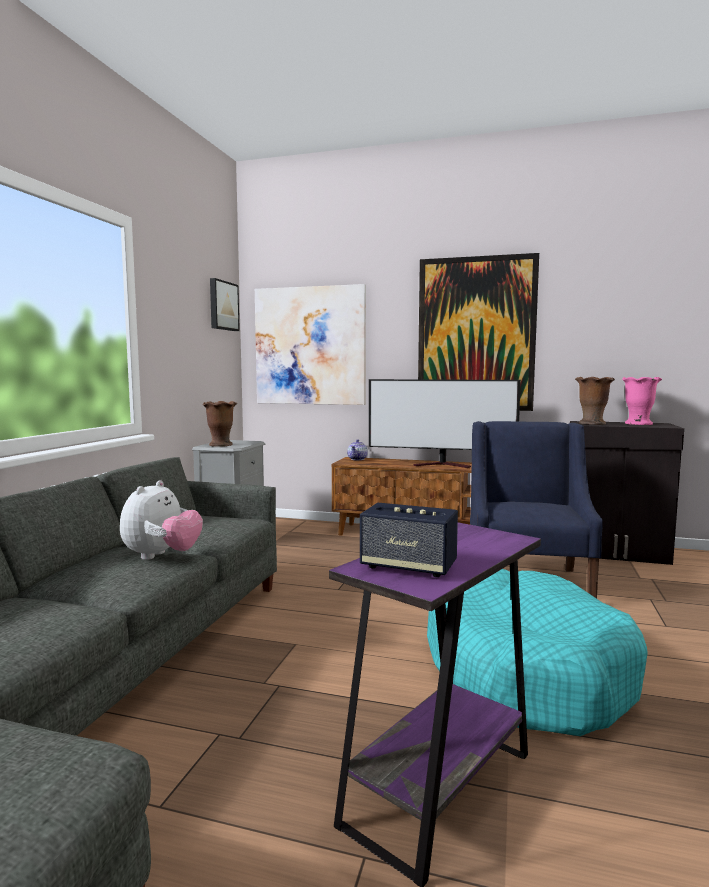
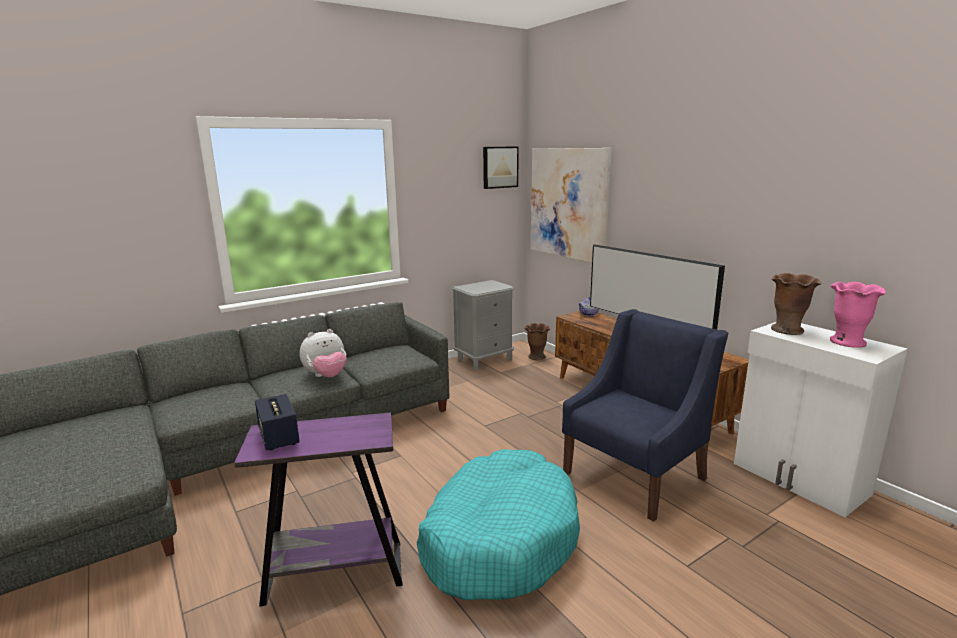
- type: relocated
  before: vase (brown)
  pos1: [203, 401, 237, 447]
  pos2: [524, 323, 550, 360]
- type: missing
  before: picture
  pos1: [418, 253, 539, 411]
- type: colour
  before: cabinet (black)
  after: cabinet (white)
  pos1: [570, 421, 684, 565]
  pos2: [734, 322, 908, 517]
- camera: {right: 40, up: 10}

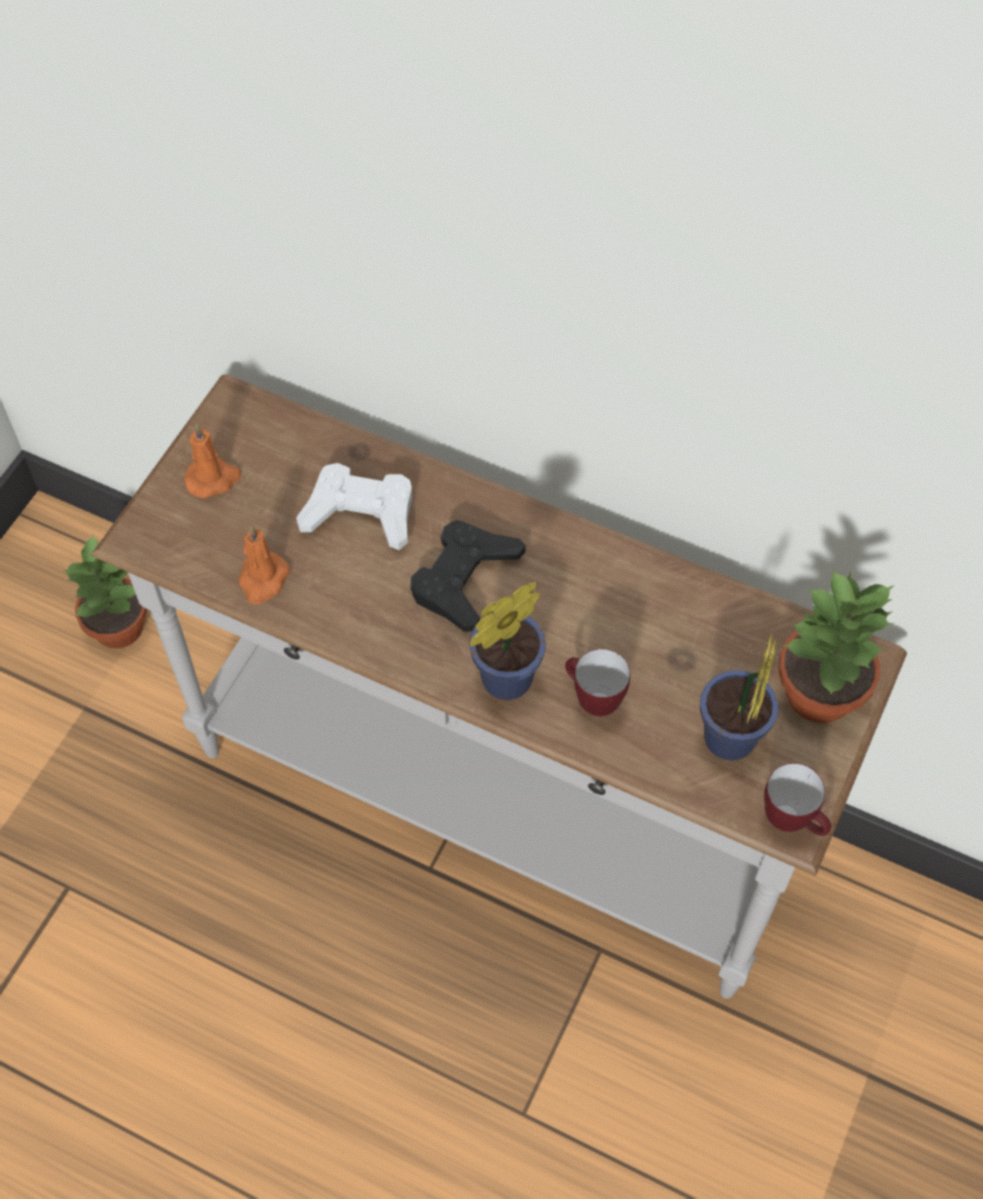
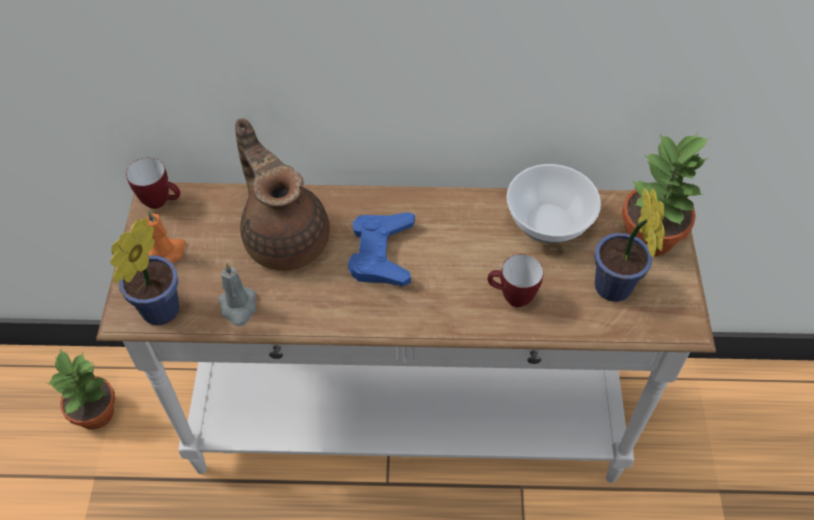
- type: colour
  before: candle (orange)
  after: candle (grey)
  pos1: [239, 525, 290, 604]
  pos2: [218, 263, 256, 326]
- type: exchanged
  before: game controller (white)
  after: teapot (brown)
  pos1: [296, 463, 412, 550]
  pos2: [235, 118, 330, 271]
- type: colour
  before: game controller (black)
  after: game controller (blue)
  pos1: [410, 520, 526, 632]
  pos2: [348, 212, 415, 286]
- type: relocated
  before: potted plant
  pos1: [469, 582, 546, 700]
  pos2: [110, 217, 180, 325]
- type: relocated
  before: mug
  pos1: [764, 763, 831, 836]
  pos2: [126, 157, 180, 209]
- type: appeared
  after: bowl
  pos2: [507, 164, 601, 244]
- camera: {right: -25, up: -5}

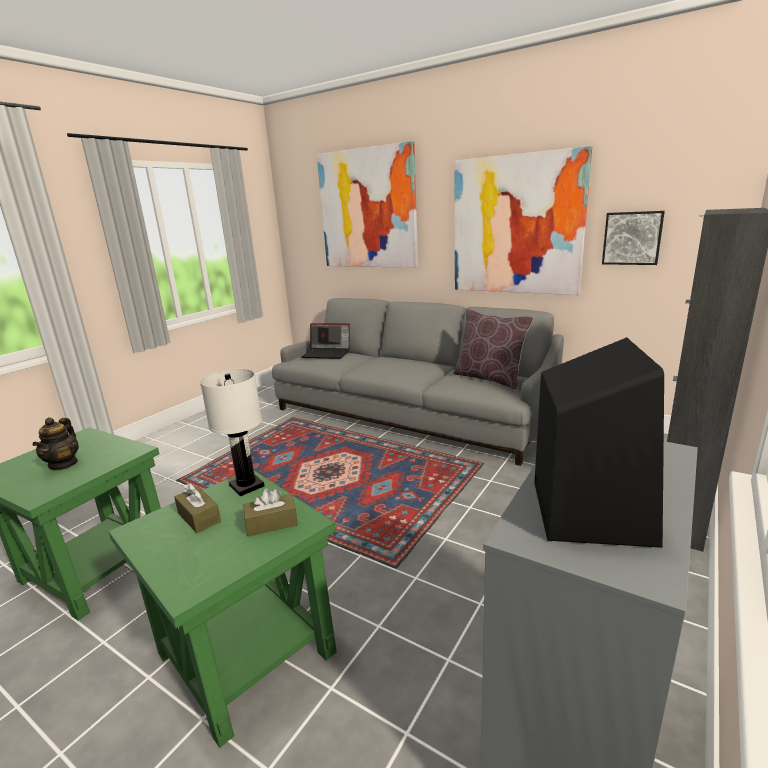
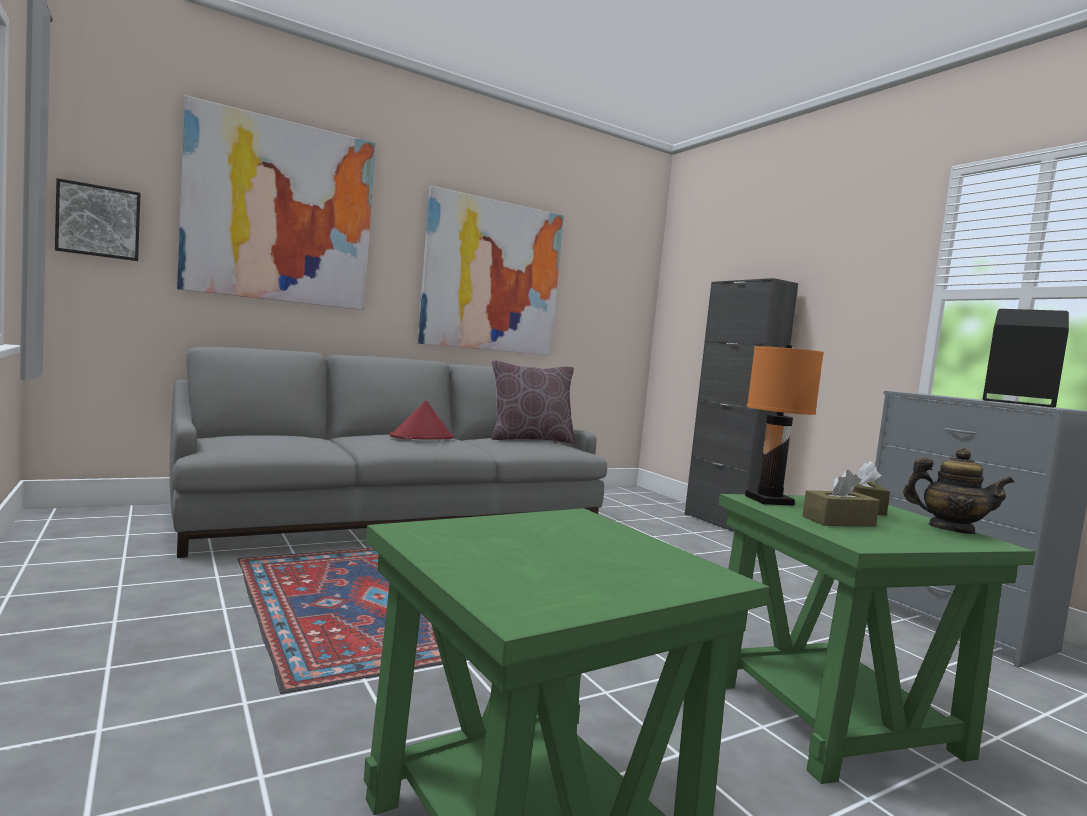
- type: relocated
  before: teapot
  pos1: [32, 417, 79, 470]
  pos2: [903, 448, 1015, 534]
- type: colour
  before: table lamp (white)
  after: table lamp (orange)
  pos1: [200, 369, 264, 496]
  pos2: [745, 345, 824, 506]
- type: missing
  before: laptop
  pos1: [301, 323, 349, 359]
- type: relocated
  before: picture
  pos1: [602, 211, 665, 265]
  pos2: [55, 178, 140, 261]
- type: appeared
  after: hat (red)
  pos2: [390, 400, 453, 440]
- camera: {right: -65, up: -15}

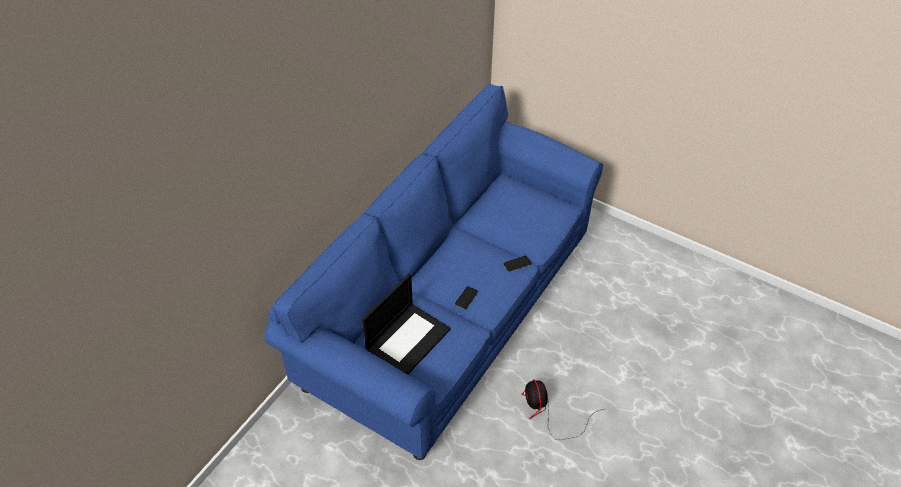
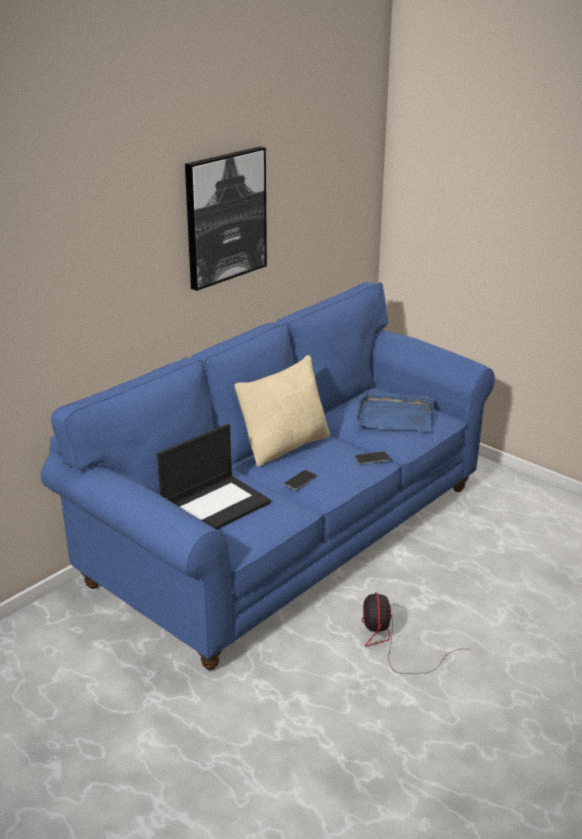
- type: appeared
  after: picture
  pos2: [185, 146, 267, 291]
- type: appeared
  after: pillow (beige)
  pos2: [234, 355, 330, 467]
- type: appeared
  after: tray (blue)
  pos2: [356, 391, 434, 431]
- camera: {right: 10, up: -20}

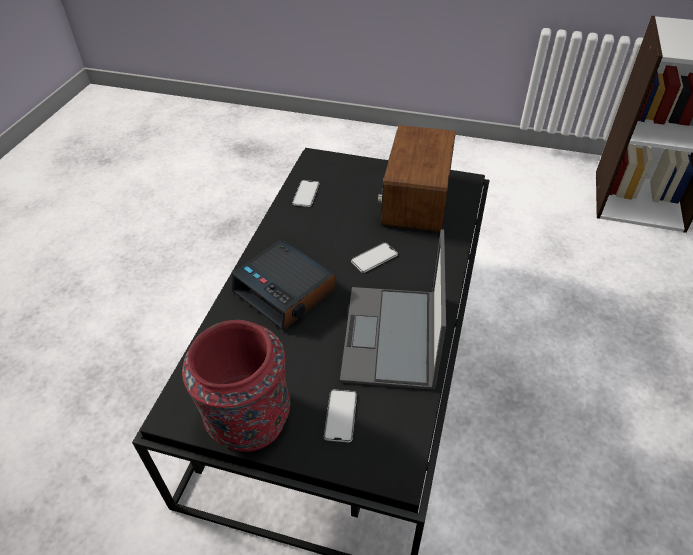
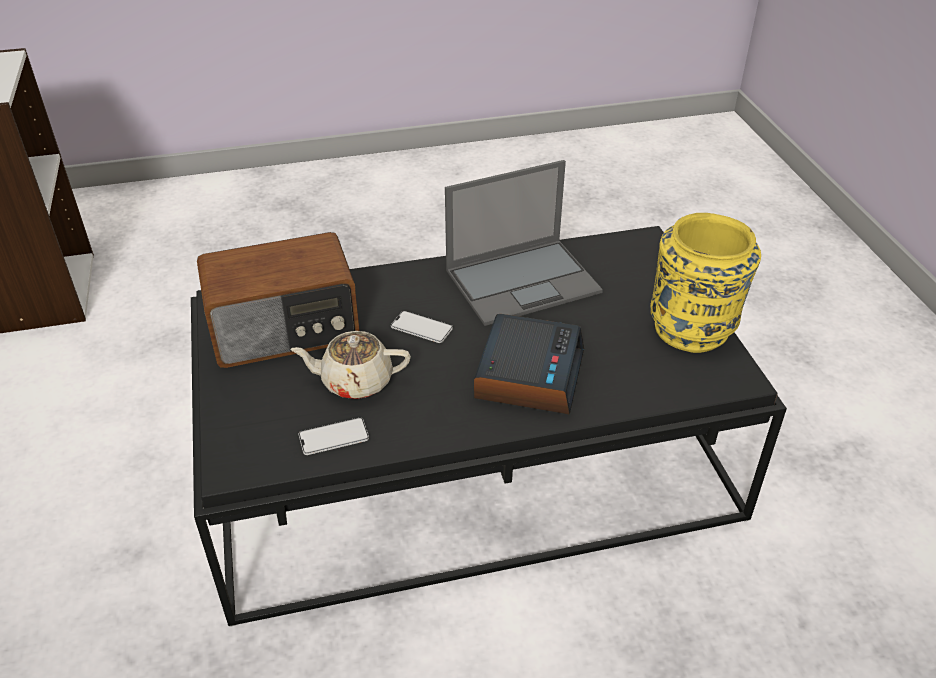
- type: colour
  before: vase (red)
  after: vase (yellow)
  pos1: [182, 320, 290, 452]
  pos2: [650, 213, 761, 353]
- type: missing
  before: phone
  pos1: [324, 390, 357, 442]
- type: appeared
  after: teapot (beige)
  pos2: [290, 331, 411, 399]
- camera: {right: -120, up: -5}

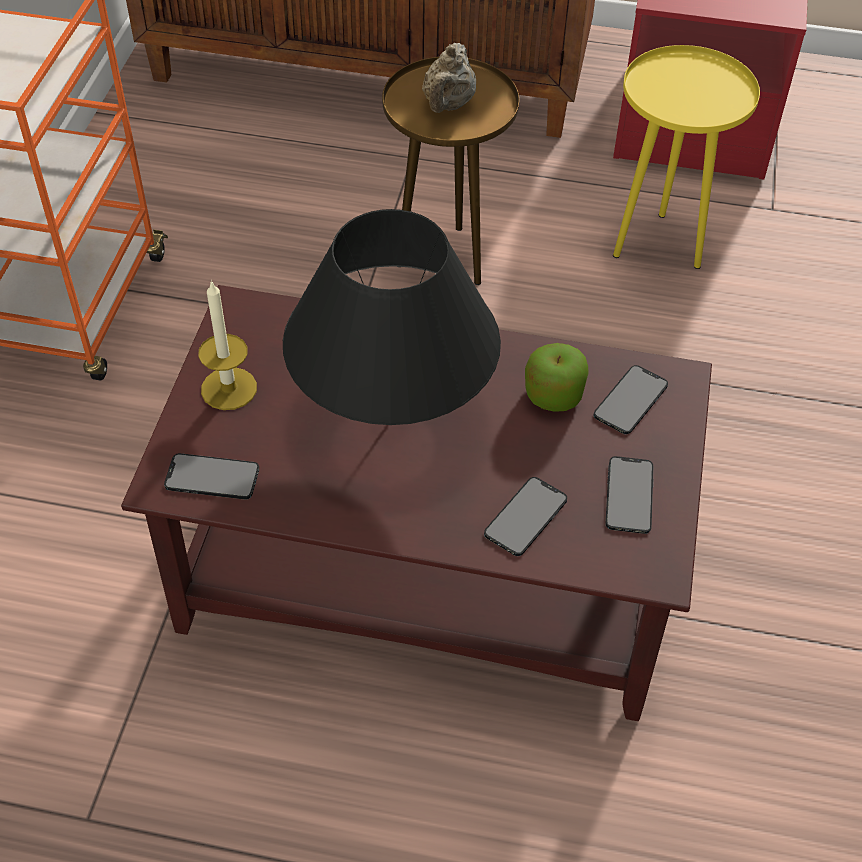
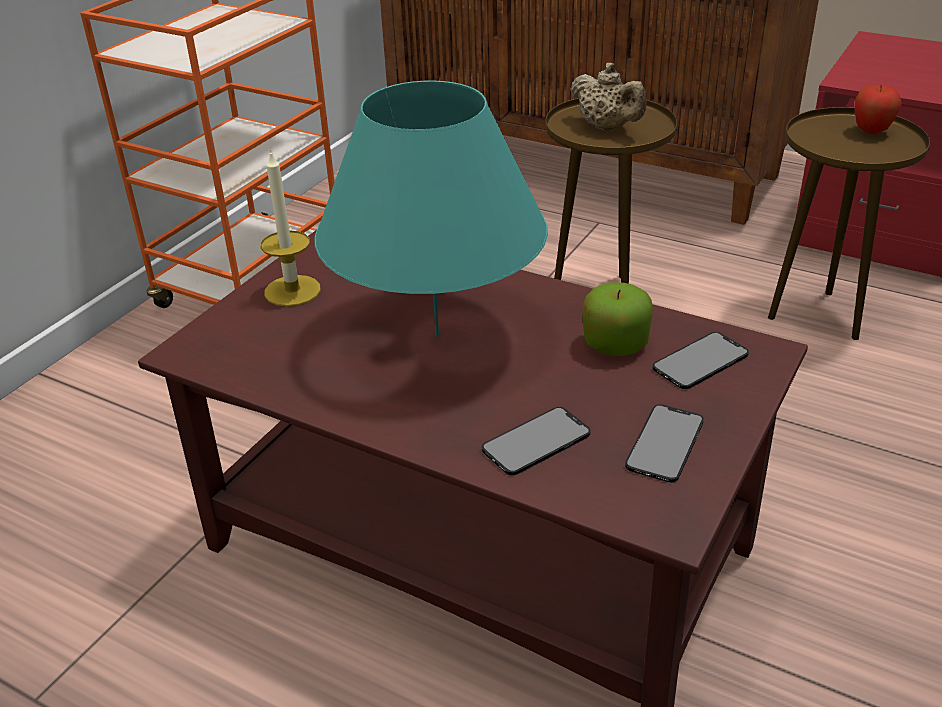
- type: missing
  before: phone
  pos1: [164, 453, 259, 499]
- type: colour
  before: table lamp (black)
  after: table lamp (turquoise)
  pos1: [283, 209, 501, 425]
  pos2: [315, 81, 548, 337]
- type: spun
  before: teapot (beige)
  pos1: [422, 43, 476, 113]
  pos2: [570, 63, 646, 130]
  turn: -75
- type: colour
  before: side table (yellow)
  after: side table (brown)
  pos1: [613, 45, 760, 269]
  pos2: [768, 107, 930, 340]
- type: appeared
  after: apple
  pos2: [855, 84, 902, 134]
- camera: {right: 20, up: -15}

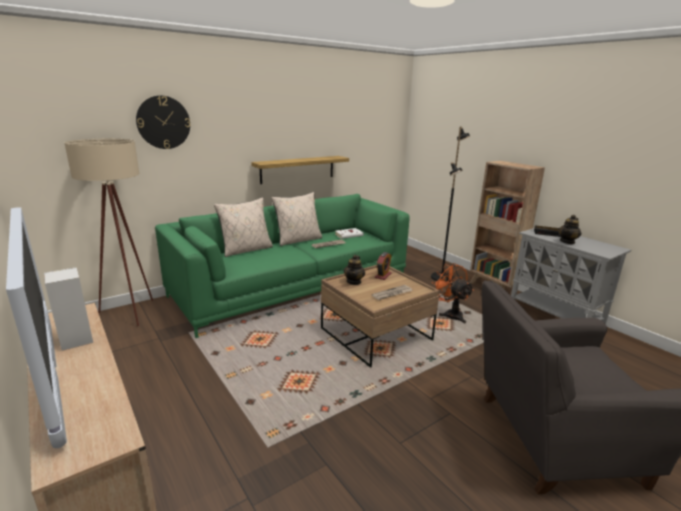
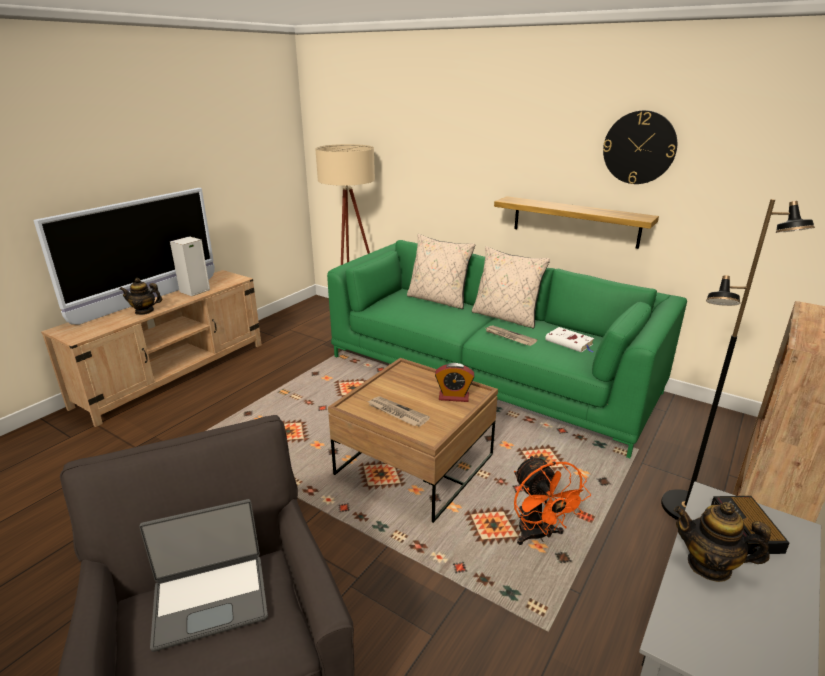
- type: relocated
  before: wall clock
  pos1: [136, 95, 190, 149]
  pos2: [603, 110, 677, 184]
- type: relocated
  before: teapot
  pos1: [344, 255, 365, 285]
  pos2: [120, 278, 162, 315]
- type: spun
  before: fan (orange)
  pos1: [433, 263, 474, 323]
  pos2: [514, 455, 591, 545]
  turn: 120
- type: appeared
  after: laptop
  pos2: [139, 499, 268, 652]
- camera: {right: 70, up: 5}

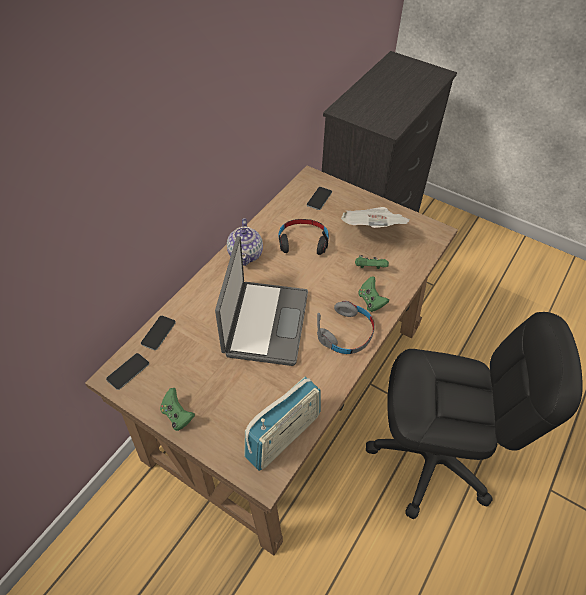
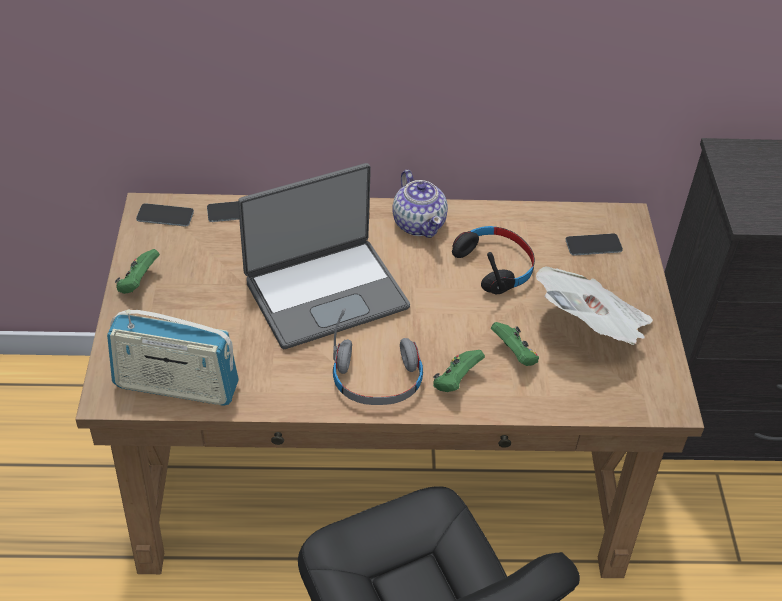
- type: spun
  before: teapot
  pos1: [227, 218, 263, 266]
  pos2: [392, 170, 448, 238]
  turn: -75
- camera: {right: 55, up: -5}

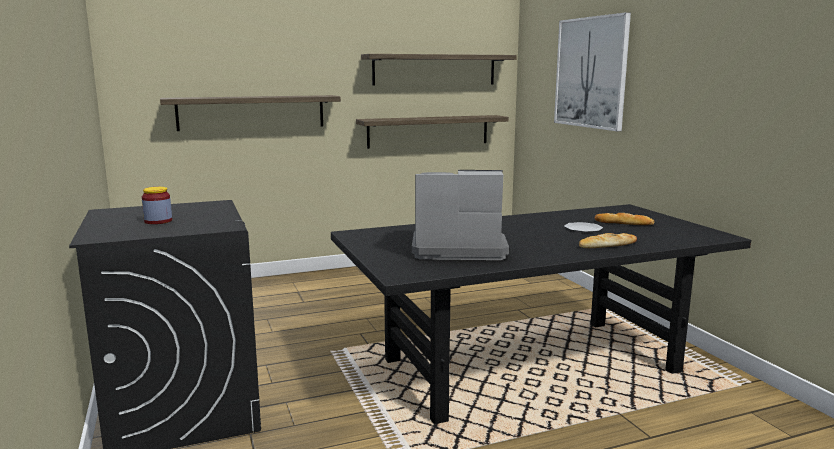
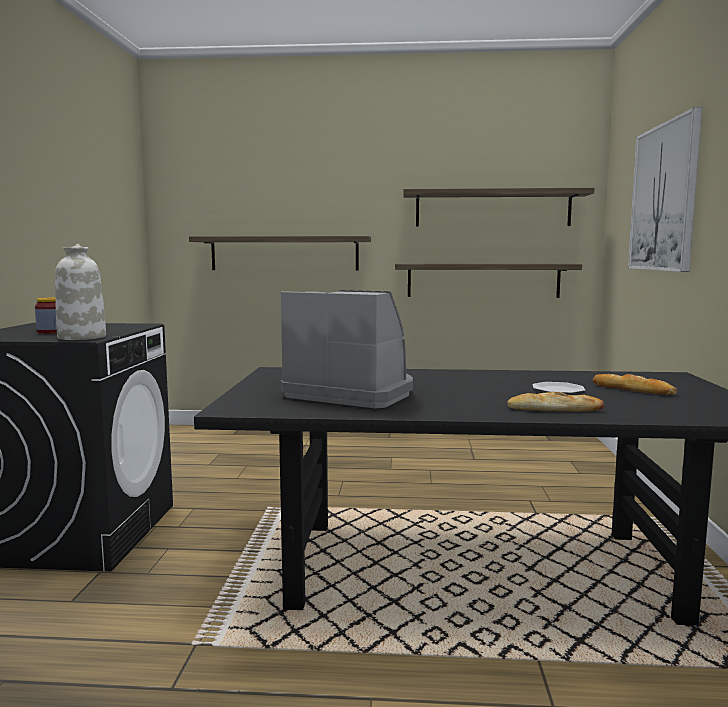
- type: appeared
  after: vase (white)
  pos2: [55, 244, 106, 340]
- camera: {right: 25, up: -5}

